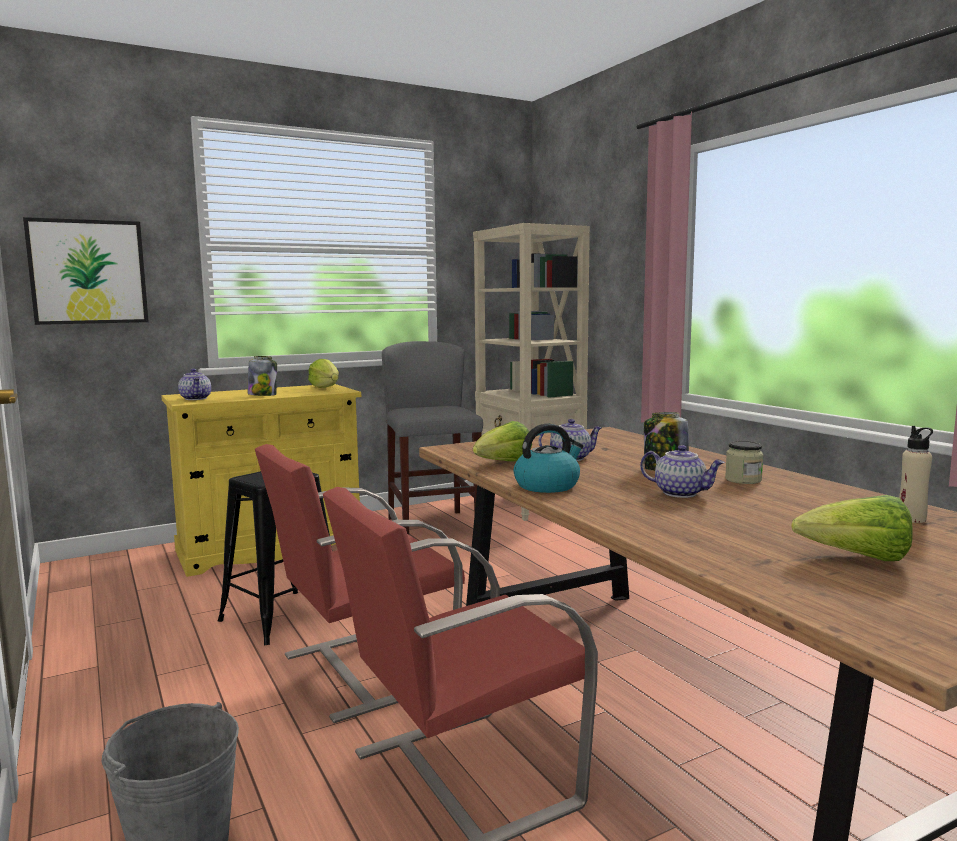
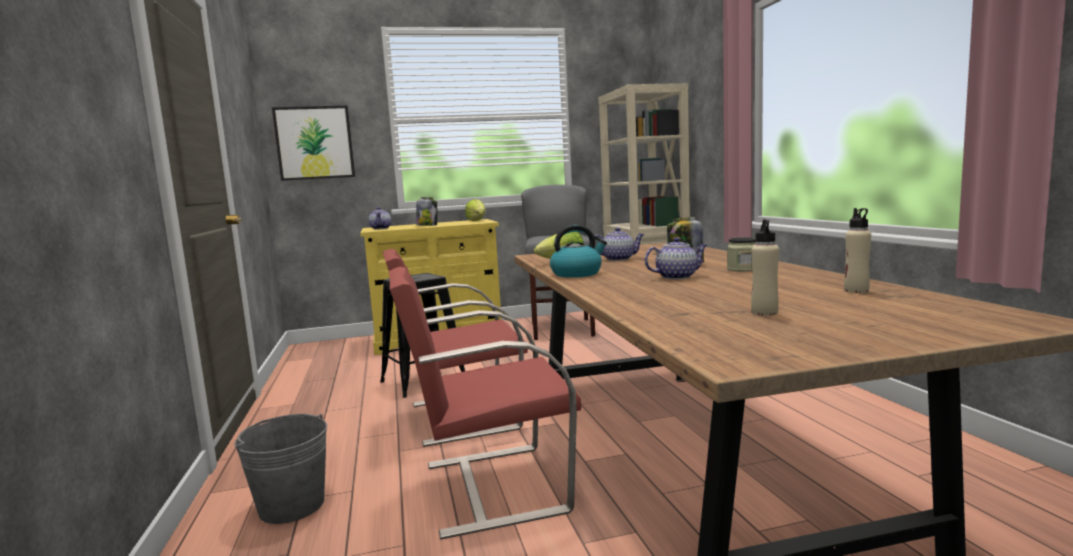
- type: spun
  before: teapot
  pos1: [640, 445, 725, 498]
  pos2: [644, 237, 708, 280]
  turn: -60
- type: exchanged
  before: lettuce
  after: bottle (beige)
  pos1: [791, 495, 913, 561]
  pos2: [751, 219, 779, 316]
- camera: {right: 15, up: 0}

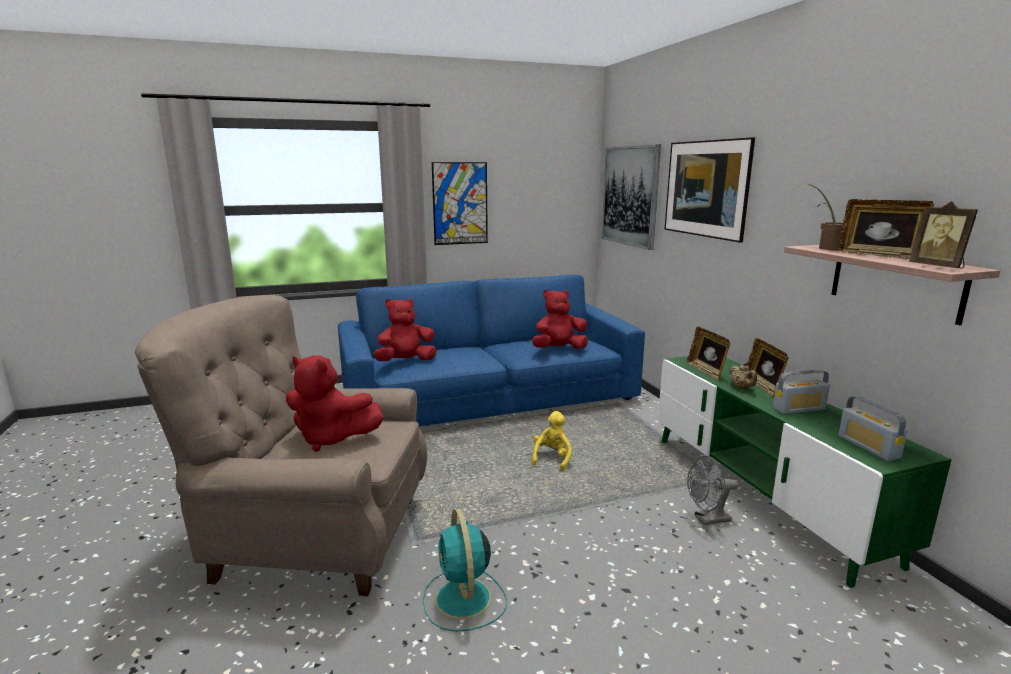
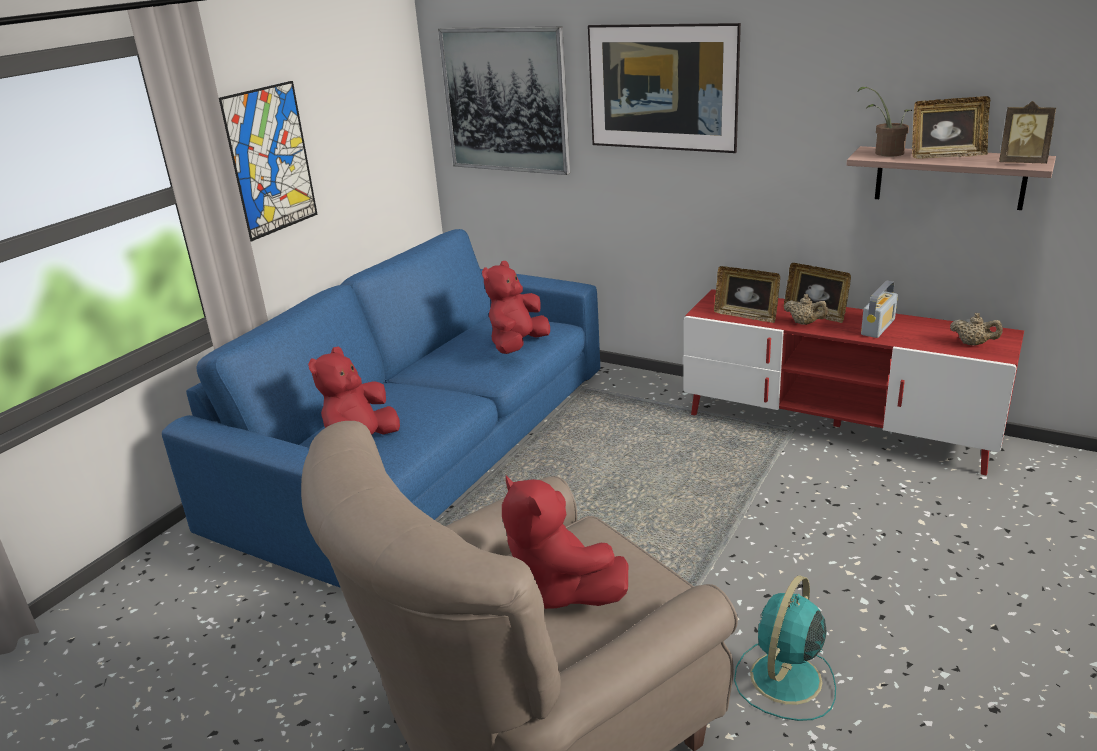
- type: spun
  before: plush toy (red)
  pos1: [286, 355, 383, 452]
  pos2: [502, 476, 628, 609]
  turn: 75
- type: spun
  before: fan (turquoise)
  pos1: [423, 508, 507, 632]
  pos2: [734, 575, 836, 721]
  turn: 90
- type: missing
  before: plush toy (yellow)
  pos1: [531, 411, 572, 471]
- type: colour
  before: tv stand (green)
  after: tv stand (red)
  pos1: [658, 356, 952, 588]
  pos2: [683, 289, 1024, 476]
- type: missing
  before: fan (grey)
  pos1: [687, 456, 738, 525]
- type: exchanged
  before: radio
  after: teapot (beige)
  pos1: [839, 396, 907, 461]
  pos2: [950, 313, 1003, 346]
- camera: {right: -40, up: 10}

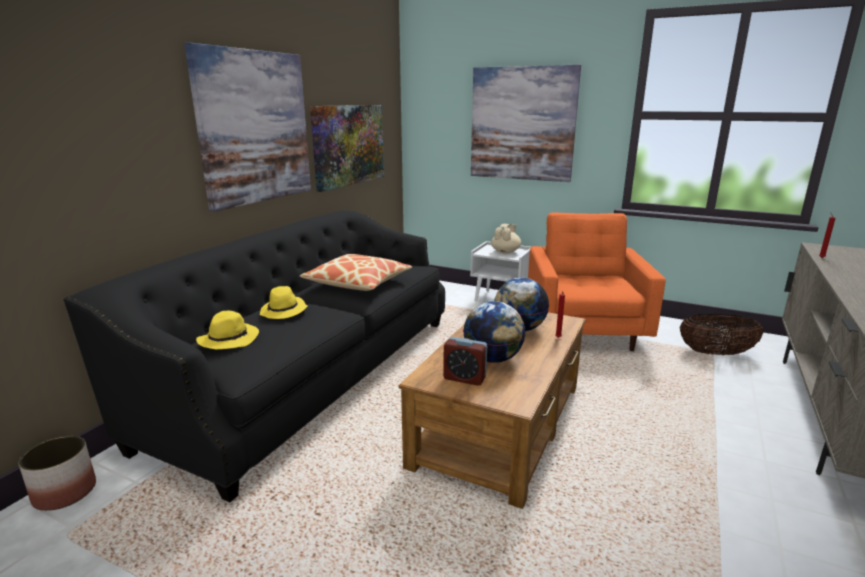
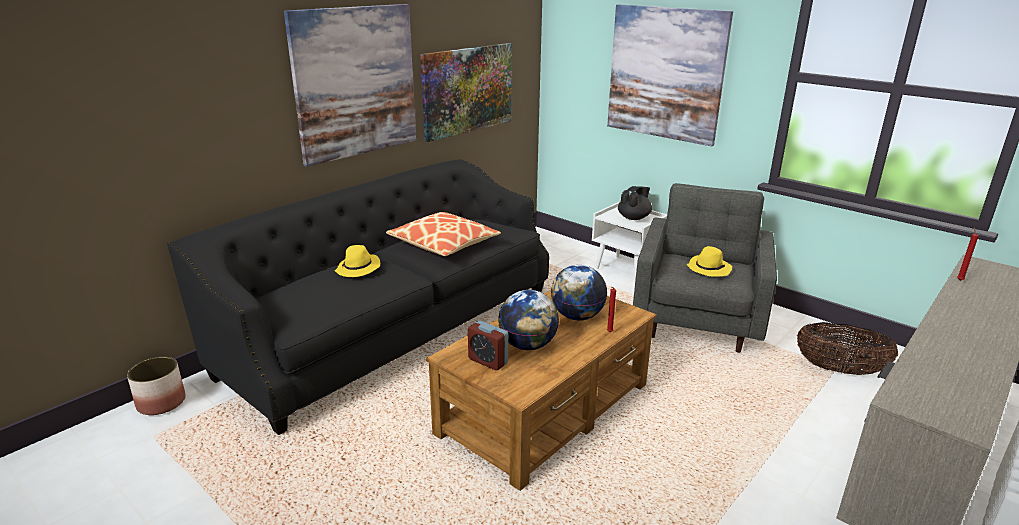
- type: relocated
  before: hat (yellow)
  pos1: [196, 311, 259, 349]
  pos2: [687, 246, 732, 277]
- type: colour
  before: teapot (beige)
  after: teapot (black)
  pos1: [491, 224, 521, 253]
  pos2: [618, 186, 652, 220]
- type: colour
  before: armchair (orange)
  after: armchair (grey)
  pos1: [528, 213, 666, 351]
  pos2: [633, 183, 777, 353]
- camera: {right: 15, up: 5}

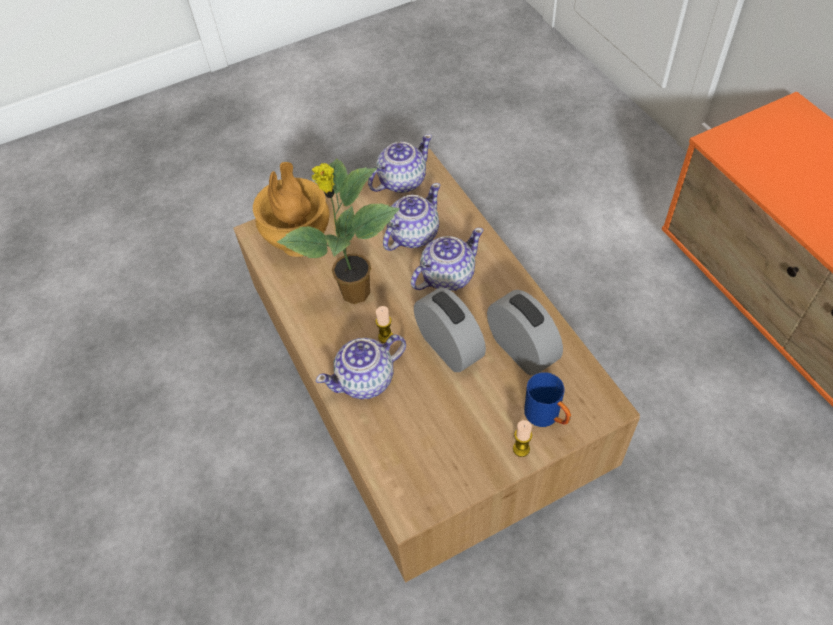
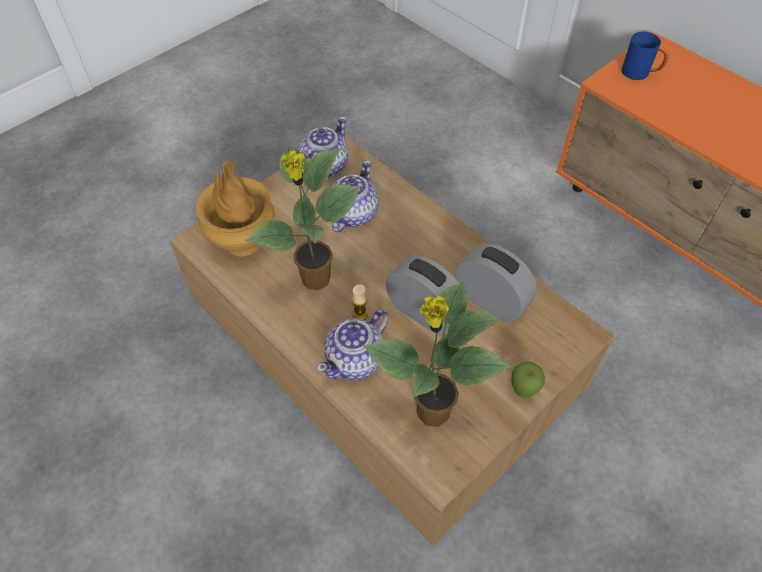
- type: missing
  before: teapot
  pos1: [411, 228, 484, 291]
- type: exchanged
  before: candle
  after: apple
  pos1: [513, 420, 532, 457]
  pos2: [512, 361, 545, 398]
- type: relocated
  before: mug (blue)
  pos1: [524, 372, 571, 427]
  pos2: [621, 32, 669, 80]
- type: appeared
  after: potted plant
  pos2: [363, 281, 511, 427]
- camera: {right: -20, up: 0}

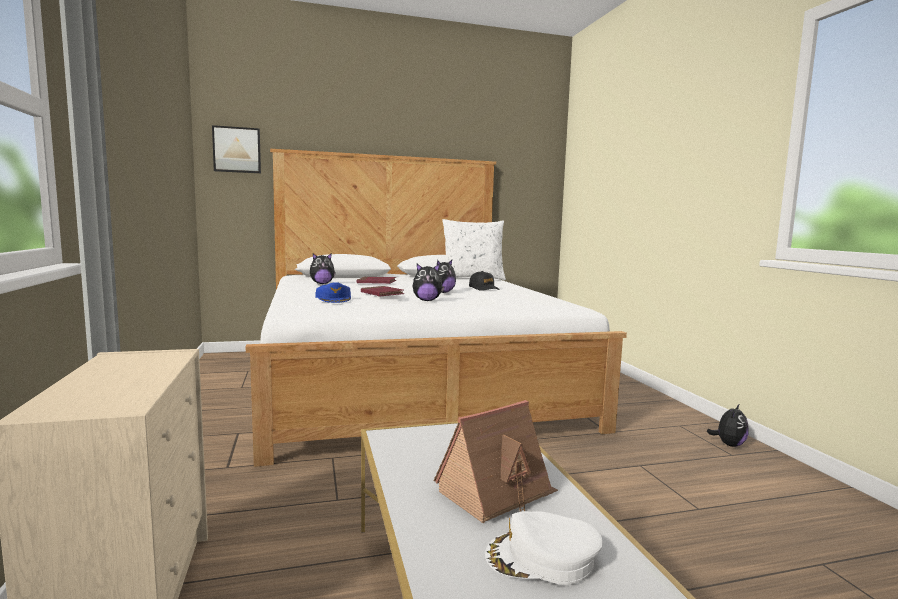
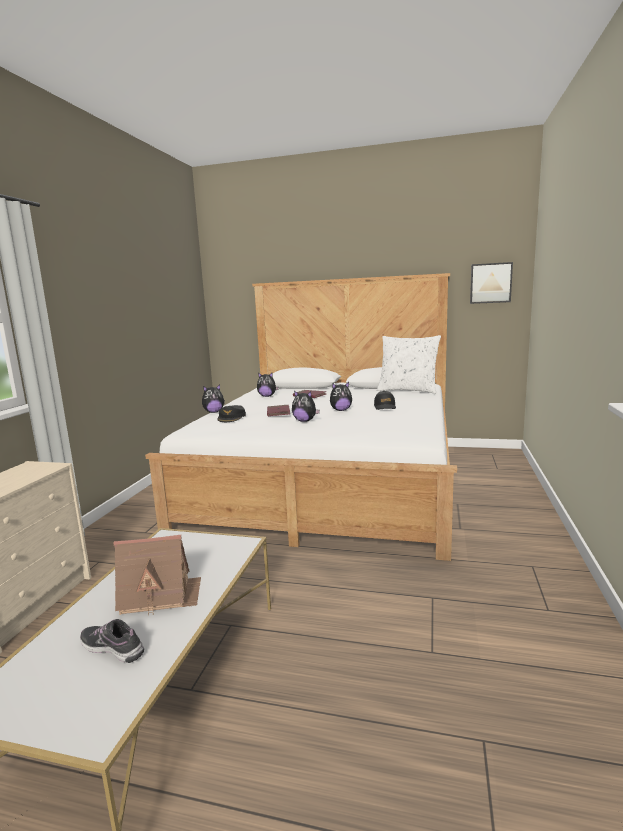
- type: relocated
  before: picture
  pos1: [212, 125, 261, 173]
  pos2: [470, 262, 513, 304]
- type: colour
  before: cap (blue)
  after: cap (black)
  pos1: [316, 282, 351, 303]
  pos2: [218, 405, 246, 422]
- type: exchanged
  before: cap (white)
  after: shoe
  pos1: [485, 511, 603, 585]
  pos2: [80, 619, 144, 663]
- type: relocated
  before: plush toy
  pos1: [707, 404, 748, 447]
  pos2: [202, 385, 225, 413]
- camera: {right: 30, up: 5}

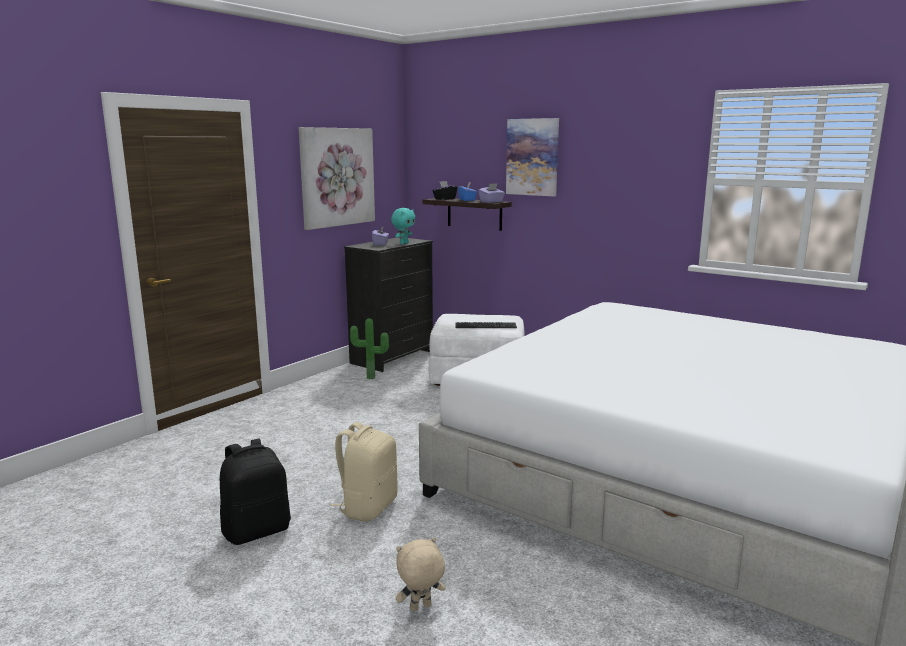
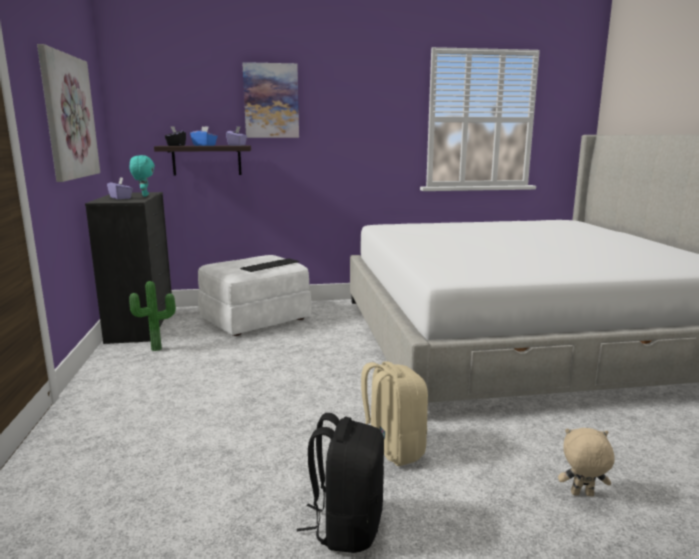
- type: spun
  before: plush toy (beige)
  pos1: [396, 537, 445, 611]
  pos2: [558, 428, 615, 497]
  turn: 75
- camera: {right: -45, up: 0}

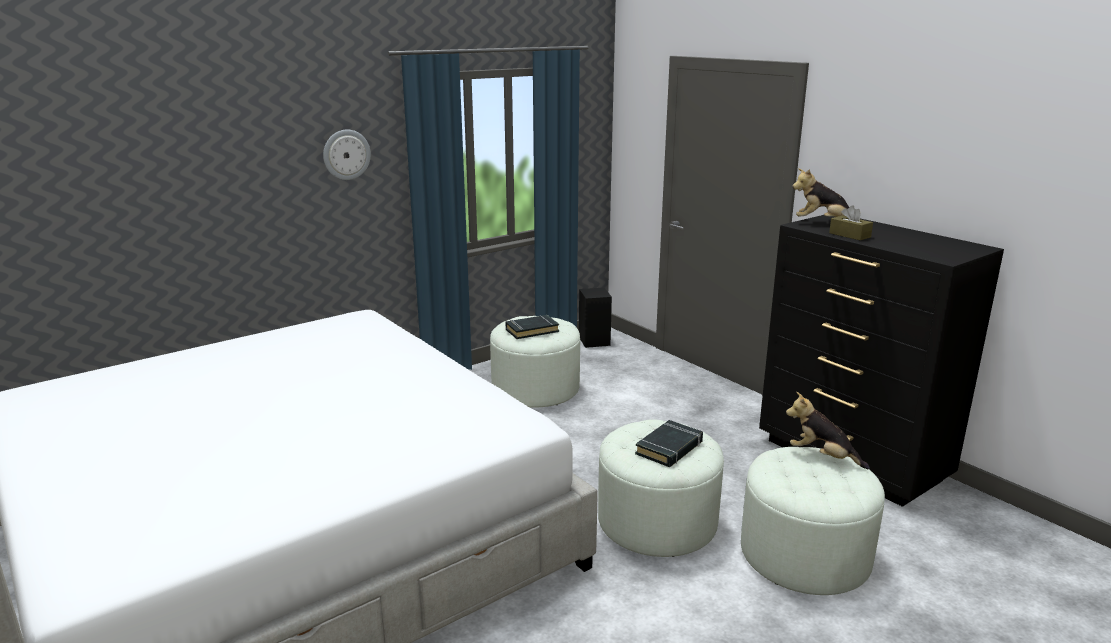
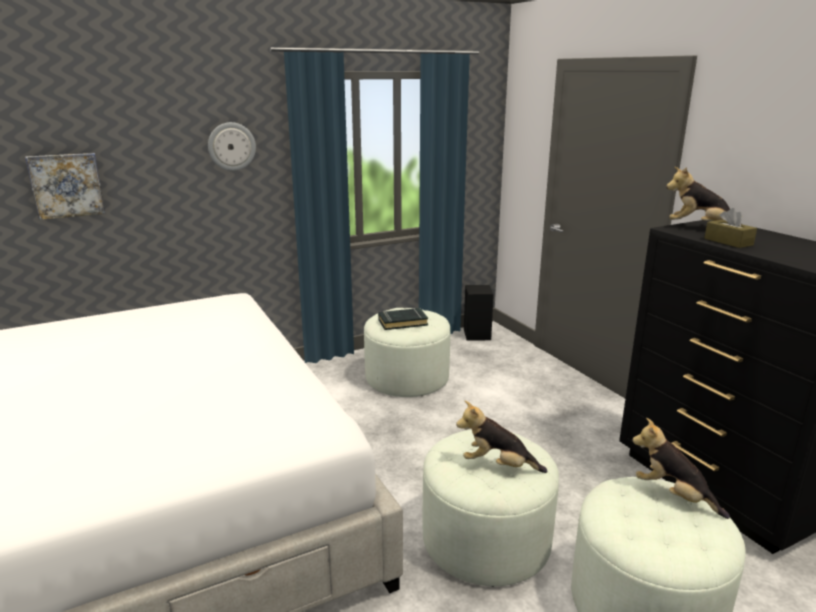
- type: exchanged
  before: book (black)
  after: plush toy
  pos1: [635, 420, 703, 467]
  pos2: [456, 401, 547, 473]
- type: appeared
  after: picture
  pos2: [25, 153, 106, 220]
- camera: {right: 10, up: 0}

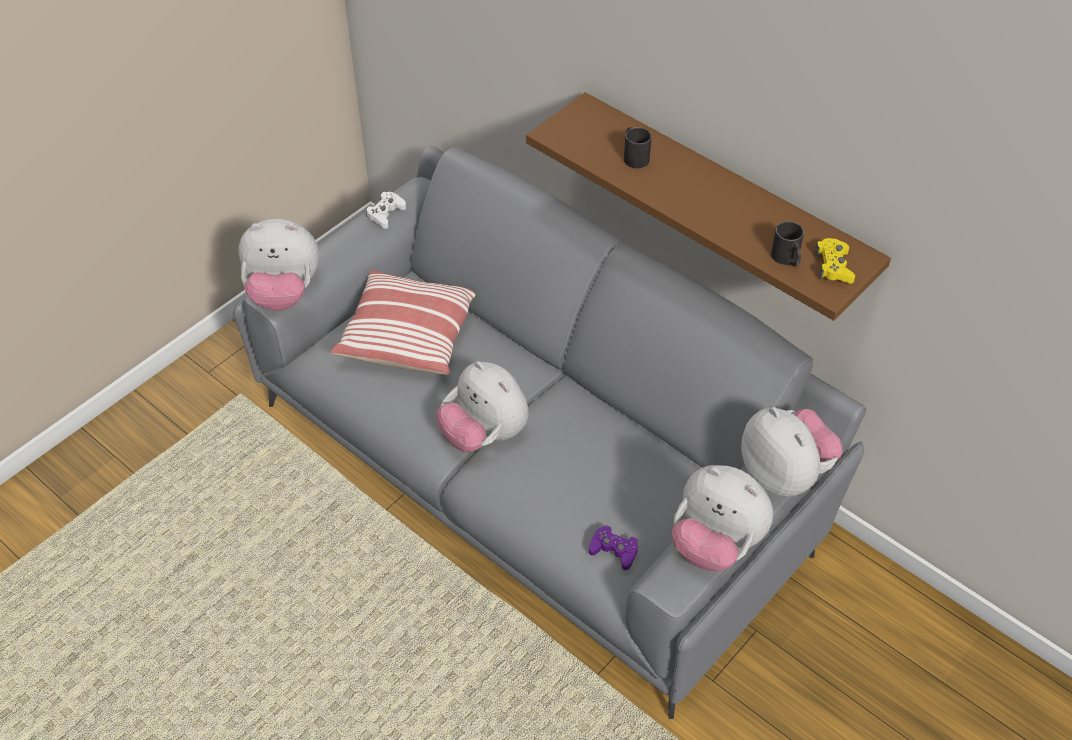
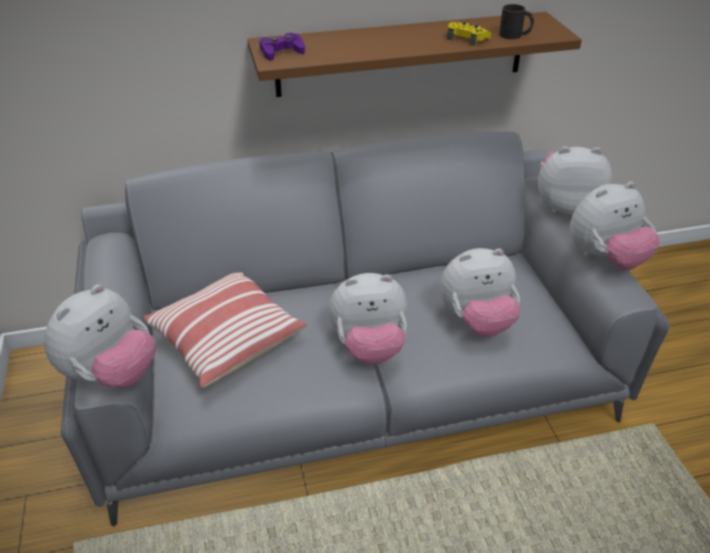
- type: missing
  before: game controller (white)
  pos1: [366, 192, 406, 228]
- type: relocated
  before: game controller (purple)
  pos1: [589, 525, 638, 570]
  pos2: [259, 33, 305, 61]
- type: missing
  before: mug (black)
  pos1: [624, 127, 652, 169]
- type: relocated
  before: game controller (yellow)
  pos1: [815, 238, 855, 284]
  pos2: [447, 20, 491, 46]
- type: appeared
  after: plush toy
  pos2: [440, 248, 520, 337]
- camera: {right: -55, up: -10}

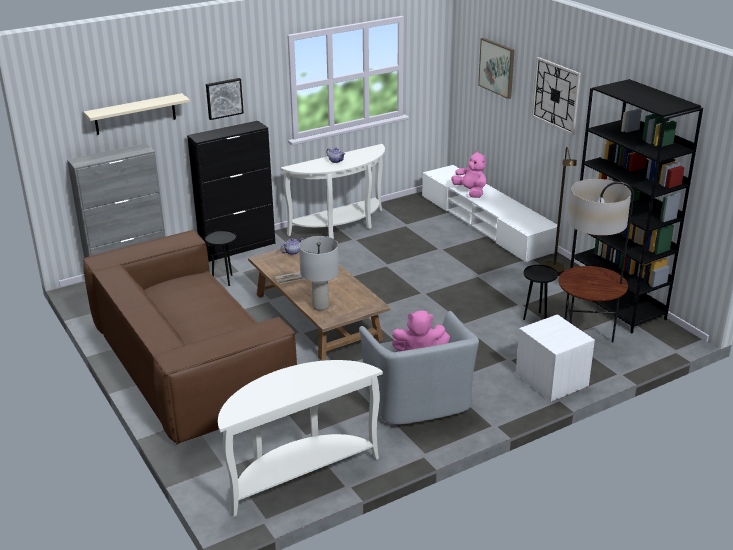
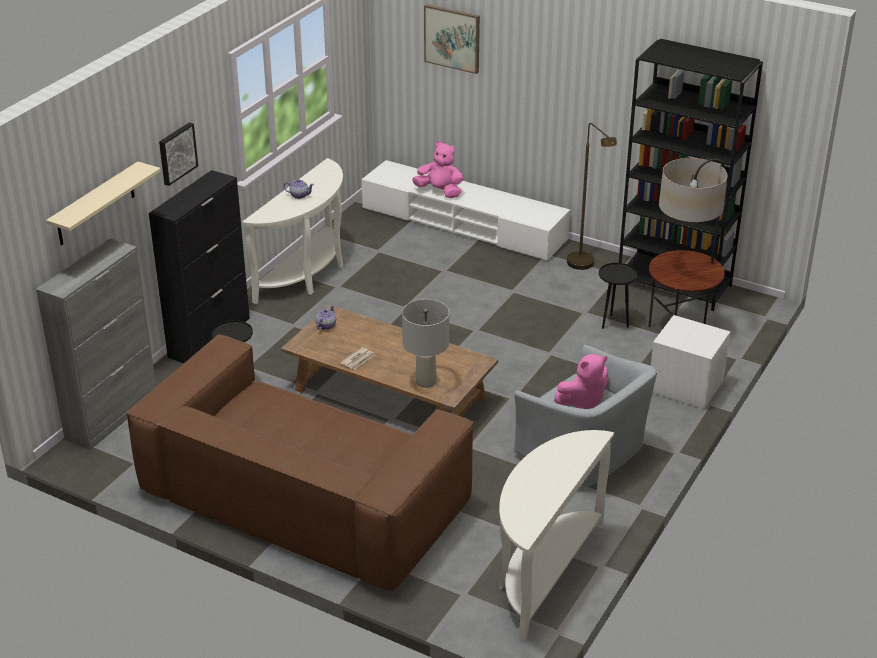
- type: missing
  before: wall clock
  pos1: [532, 57, 581, 135]
- camera: {right: -30, up: 5}

